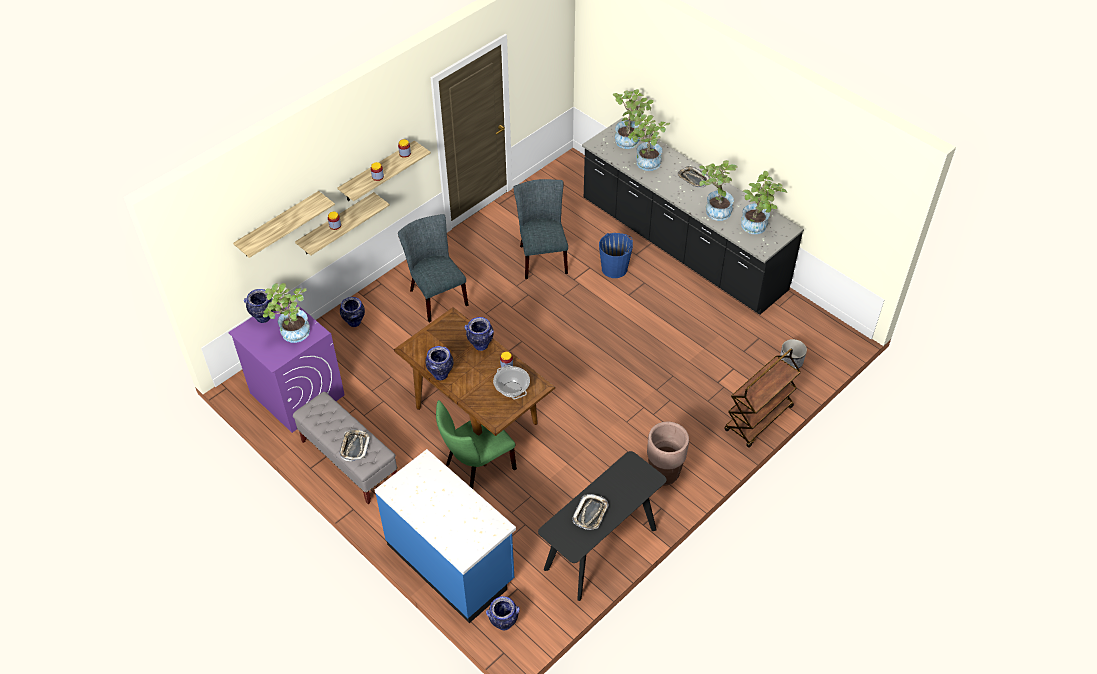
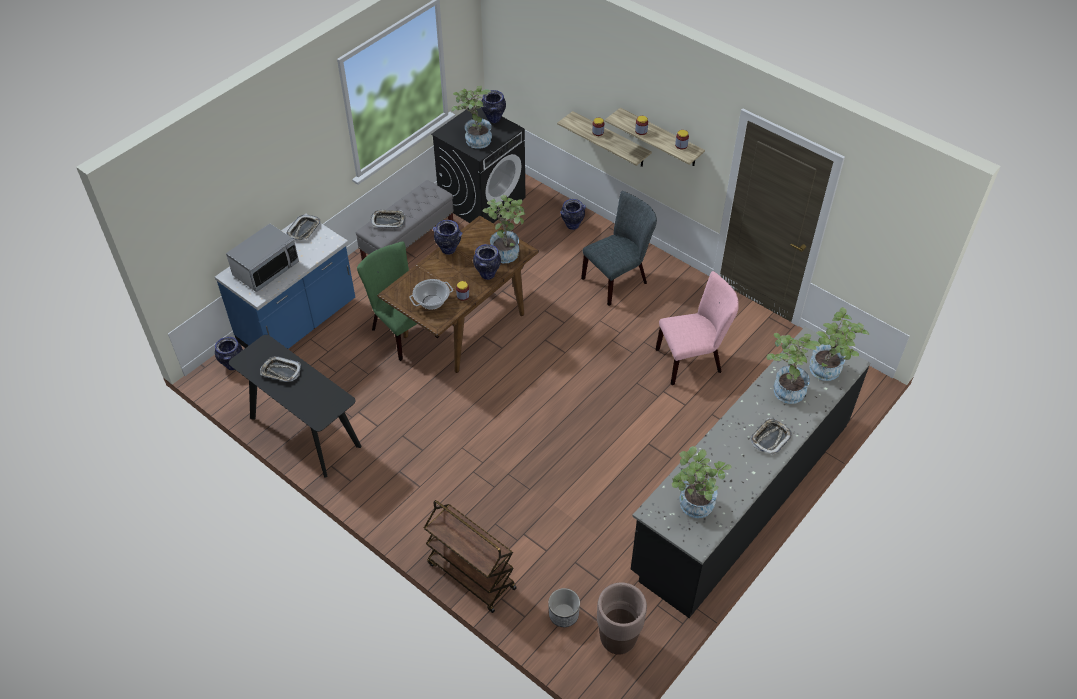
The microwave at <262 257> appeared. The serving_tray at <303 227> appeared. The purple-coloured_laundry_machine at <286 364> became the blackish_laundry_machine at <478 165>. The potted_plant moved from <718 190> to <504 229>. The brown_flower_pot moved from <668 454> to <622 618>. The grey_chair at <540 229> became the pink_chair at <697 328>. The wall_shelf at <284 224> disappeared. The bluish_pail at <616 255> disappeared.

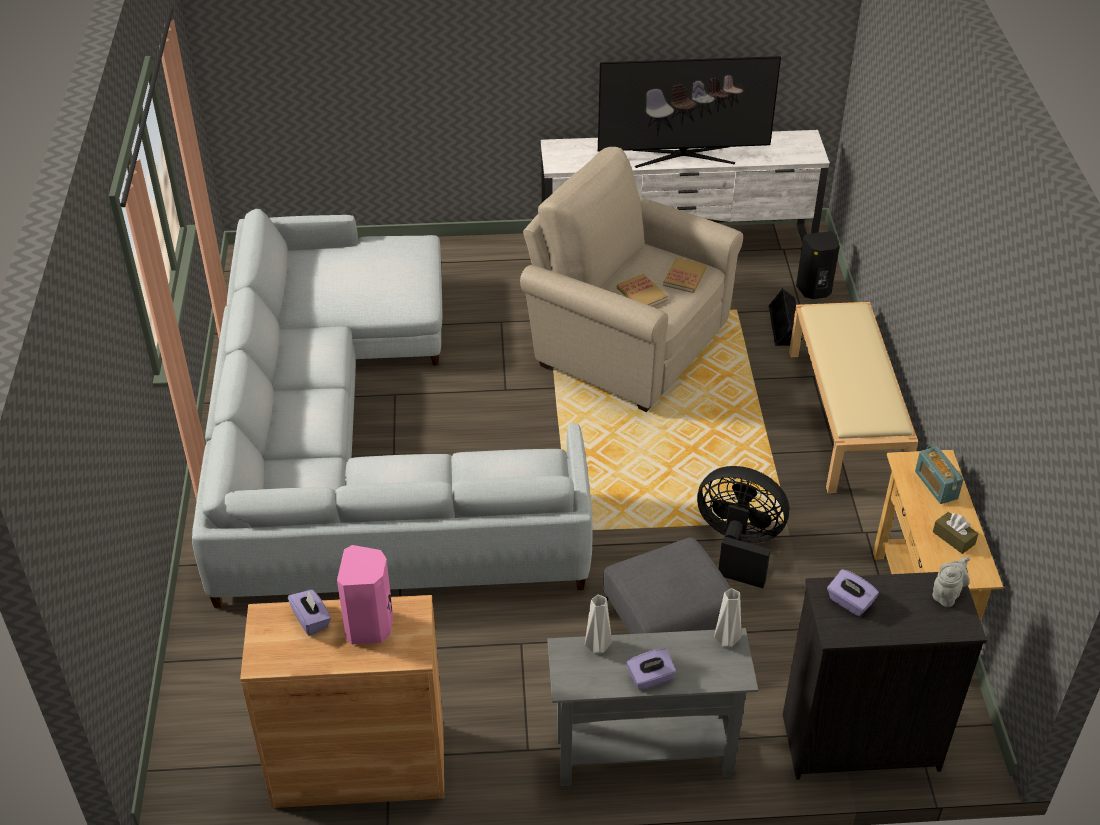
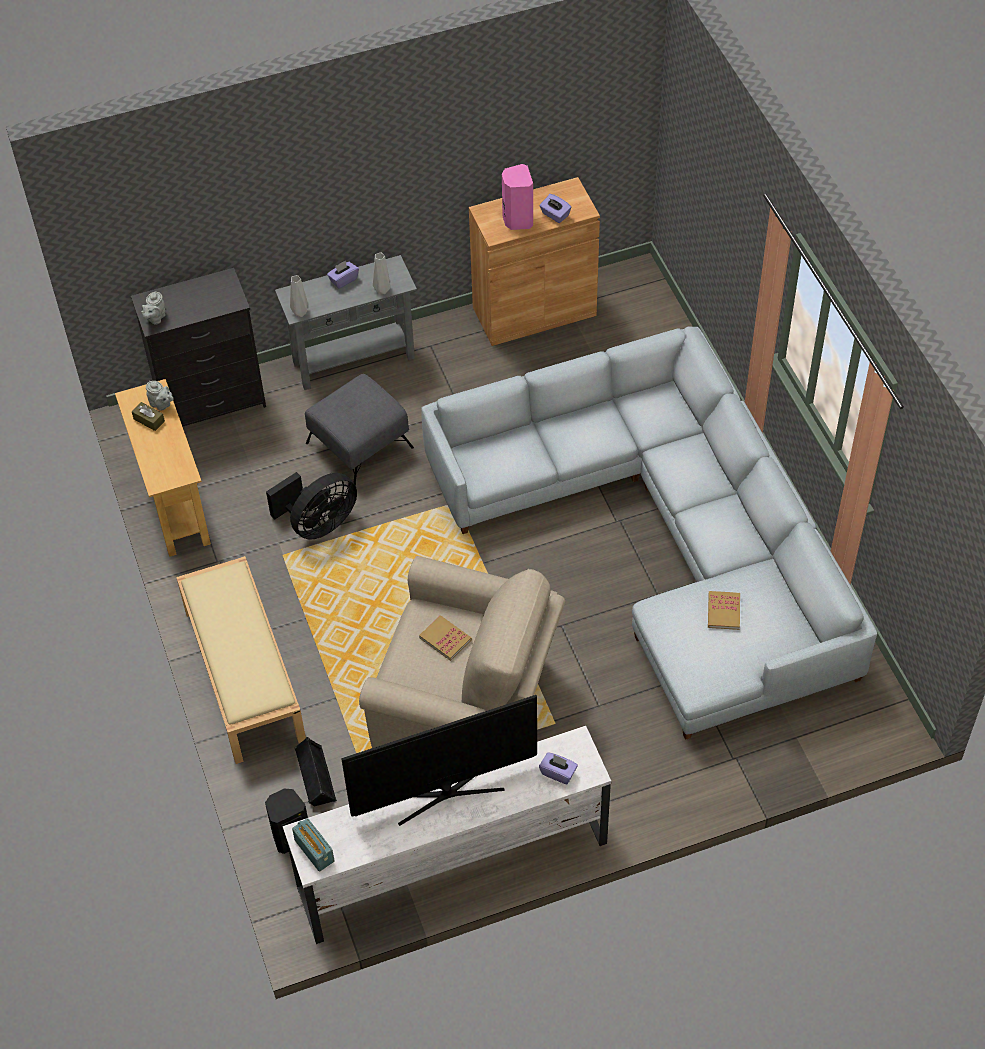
The grey_pot_for_tea at <160 396> appeared. The blackish_cooling_fan at <743 527> turned 45 degrees counterclockwise. The radio_receiver moved from <939 474> to <313 844>. The purple-coloured_box_of_tissues moved from <853 592> to <558 768>. The bound_book moved from <685 275> to <724 610>.

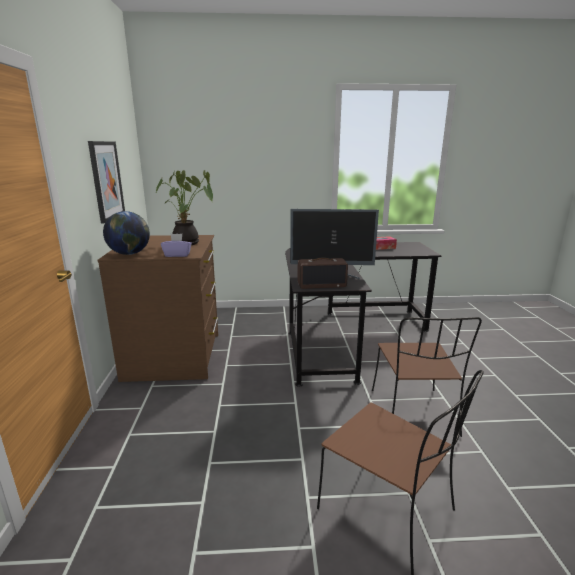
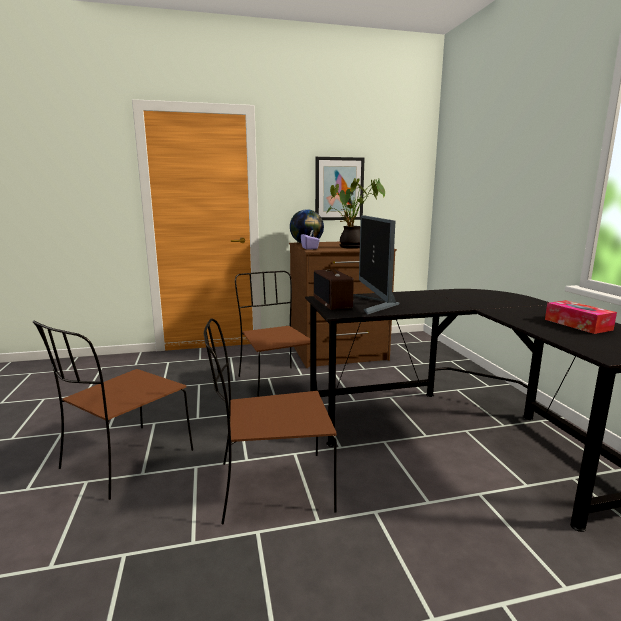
The brown_chair at <276 334> appeared.

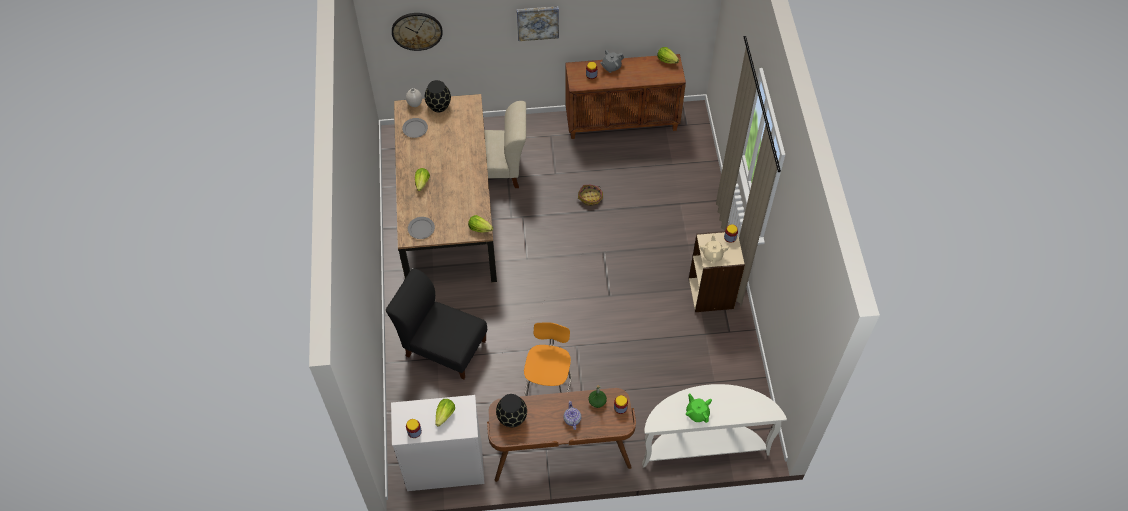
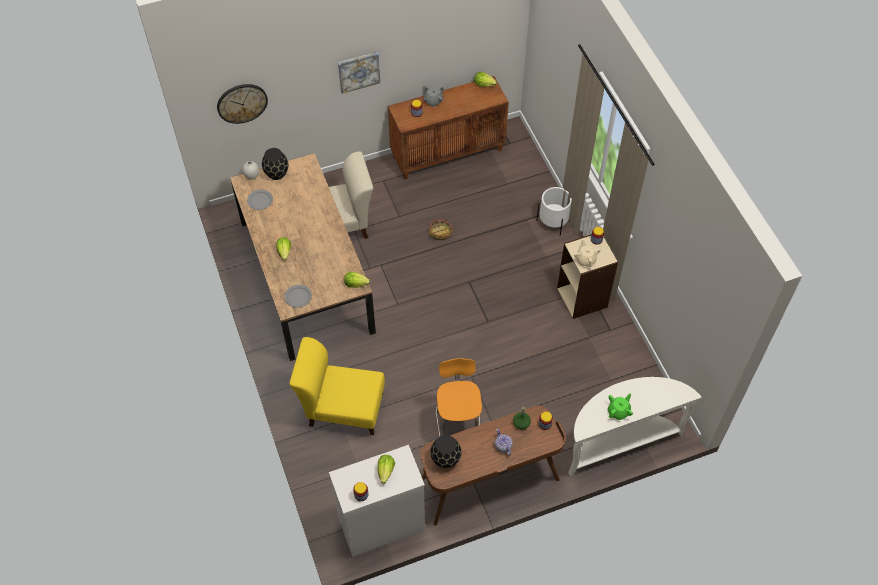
The blackish_chair at <436 324> became the yellowish_chair at <337 386>. The white-coloured_flower_pot at <554 211> appeared. The green-coloured_pot_for_tea at <699 408> turned 90 degrees clockwise.

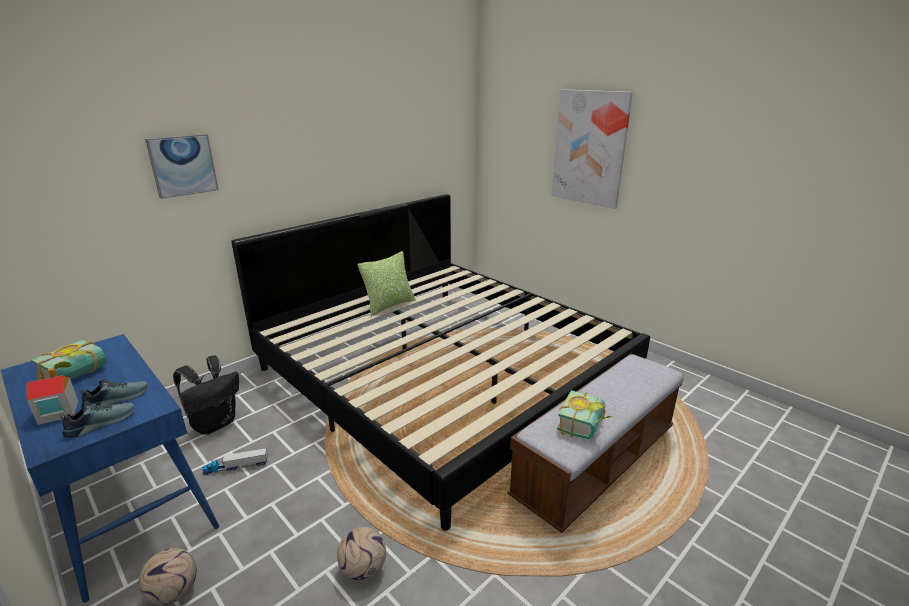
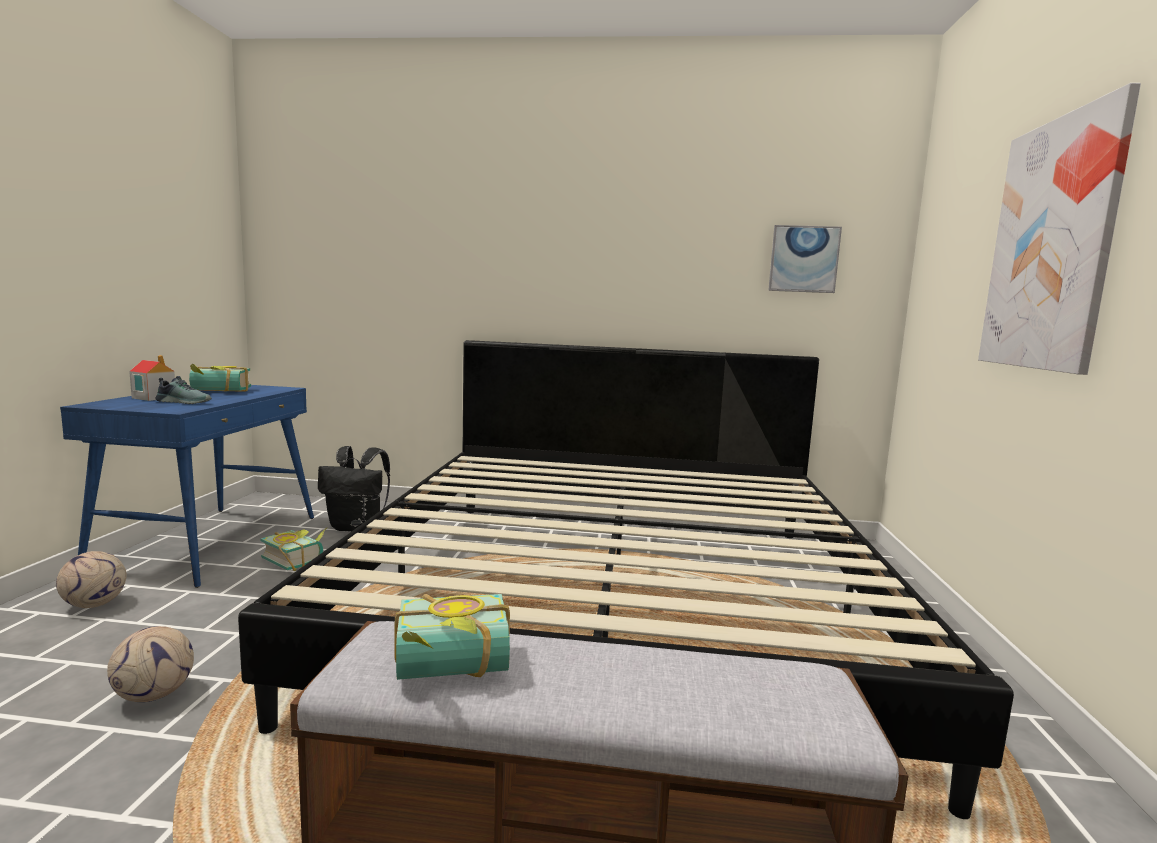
The toy_lorry at <235 462> was replaced by the bound_book at <294 549>. The wall_picture moved from <182 166> to <805 259>. The low_shoe at <97 420> disappeared. The throw_pillow at <386 283> disappeared.

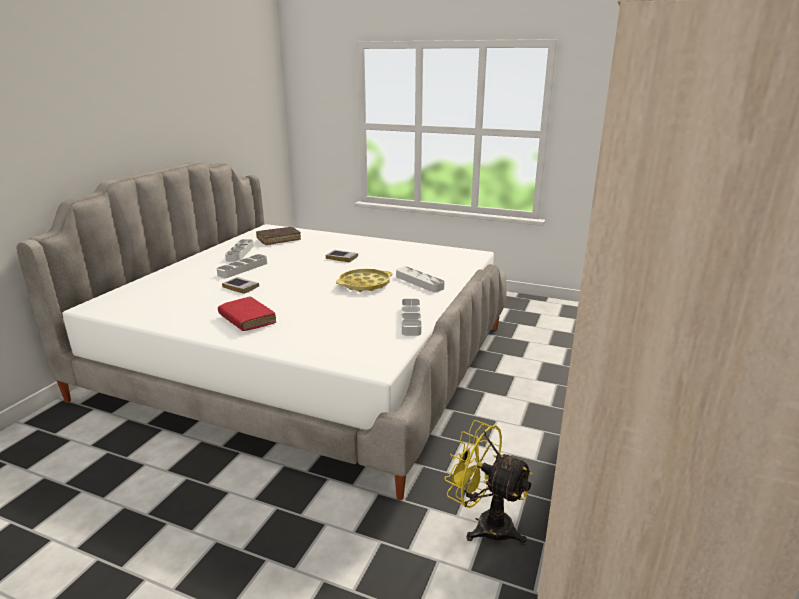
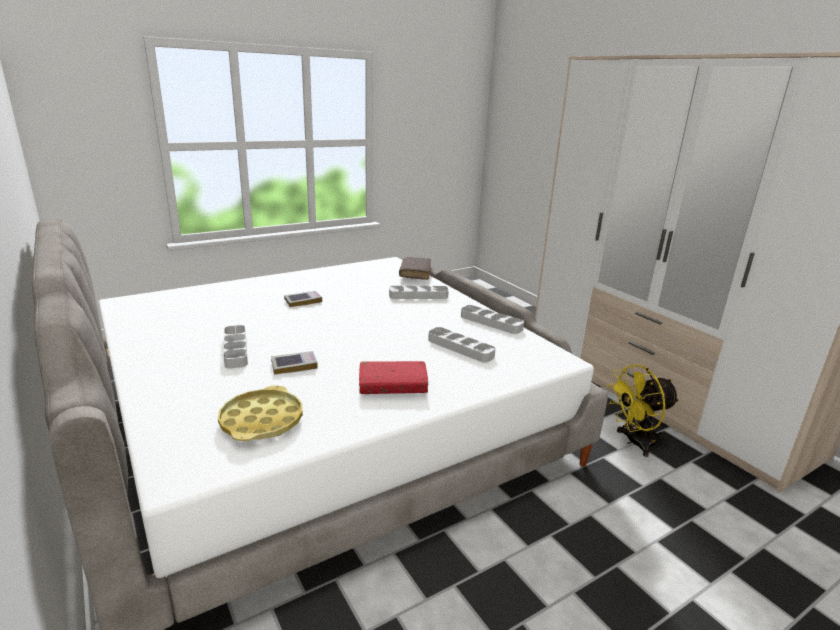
The yellowish_serving_tray moved from <364 280> to <260 413>. The brown_bound_book moved from <278 236> to <415 268>. The grey_serving_tray moved from <239 250> to <462 345>.

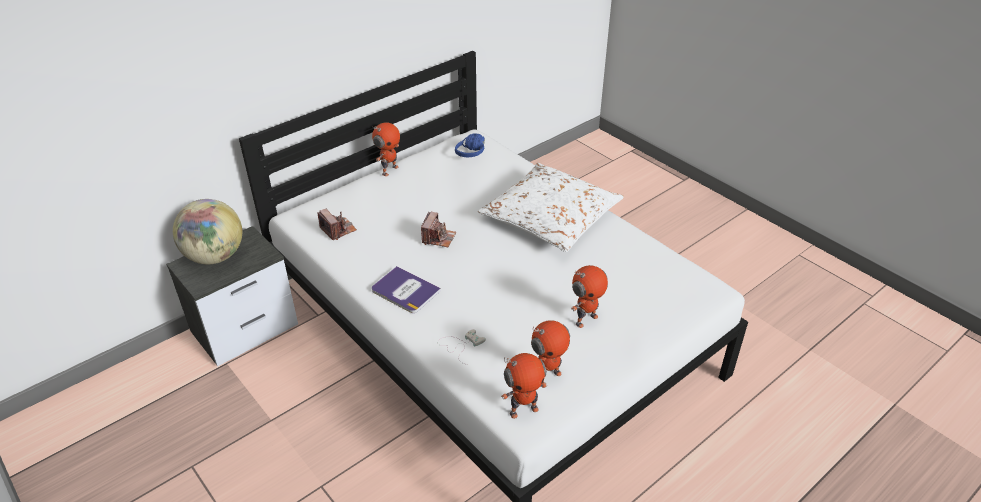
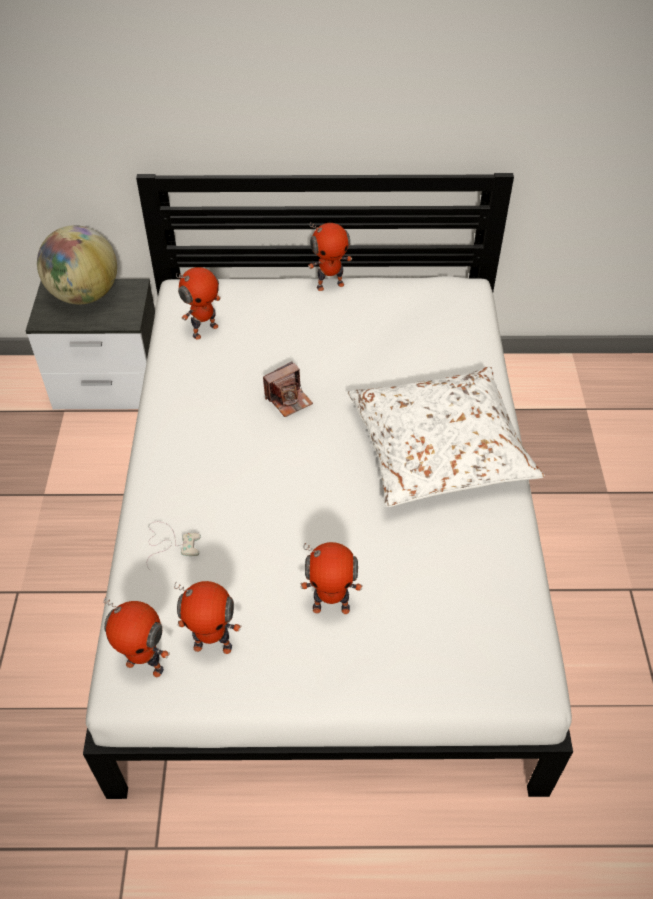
The photo_camera at <337 224> was replaced by the toy_robot at <198 303>. The bound_book at <406 289> disappeared. The bluish_headphones at <470 145> disappeared.

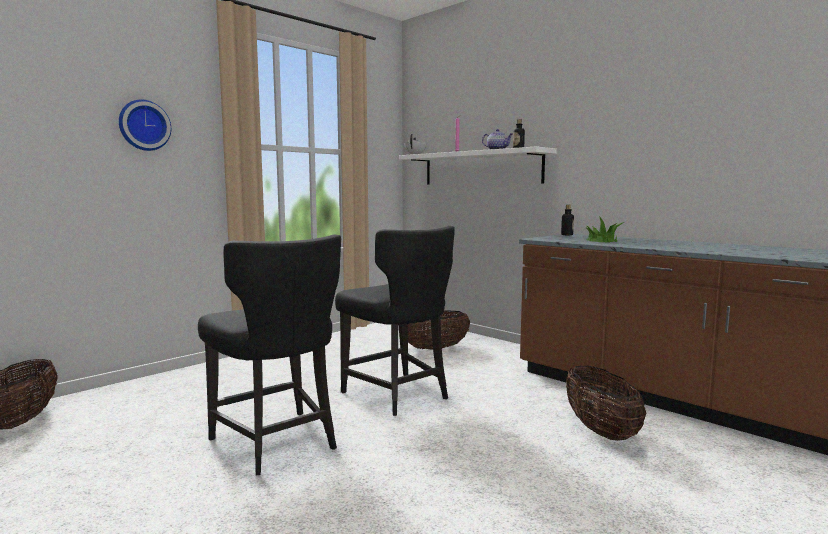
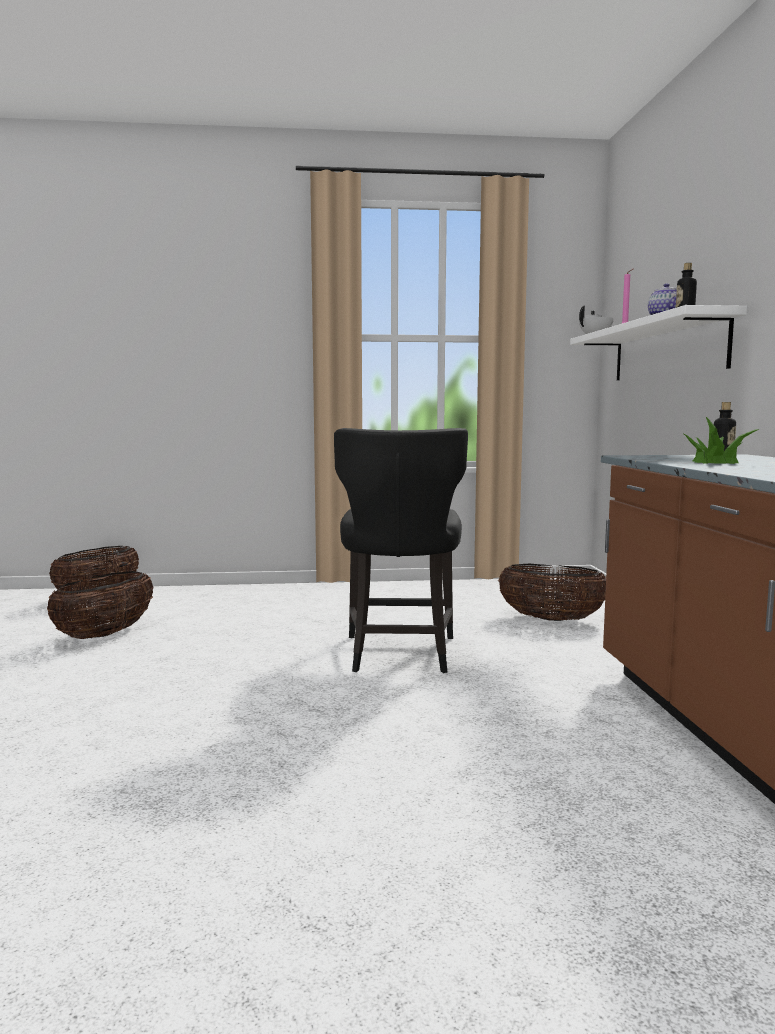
The household_basket moved from <606 403> to <100 605>. The wall_clock at <145 125> disappeared. The blackish_chair at <269 354> disappeared.

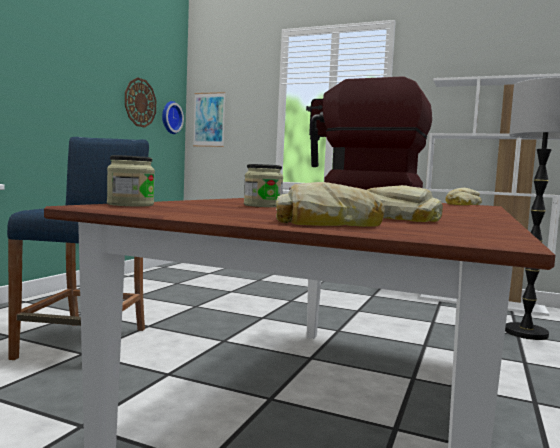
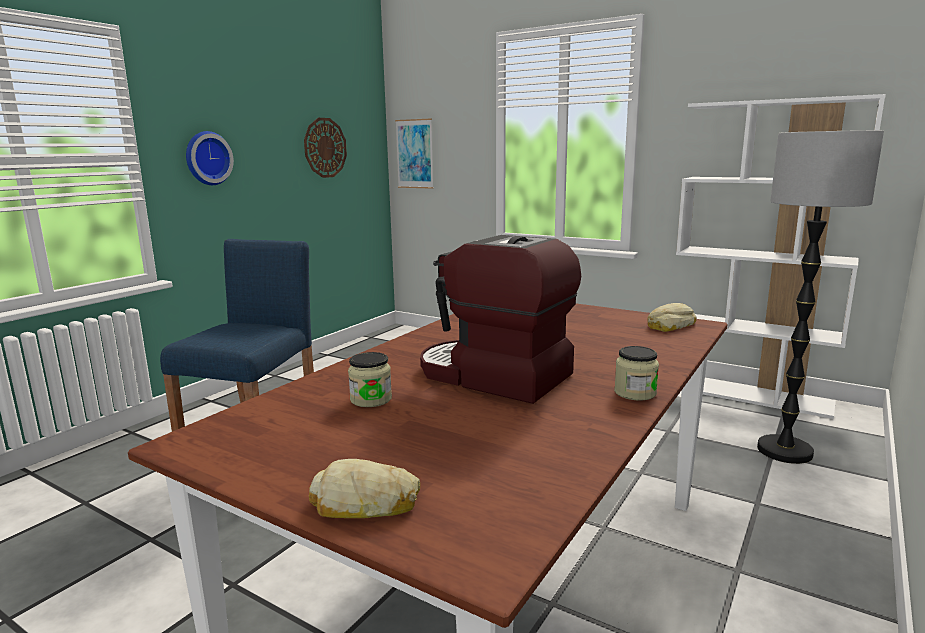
The wall_clock moved from <173 117> to <210 158>. The storage_jar moved from <131 180> to <636 373>. The baked_bread at <405 203> disappeared.

